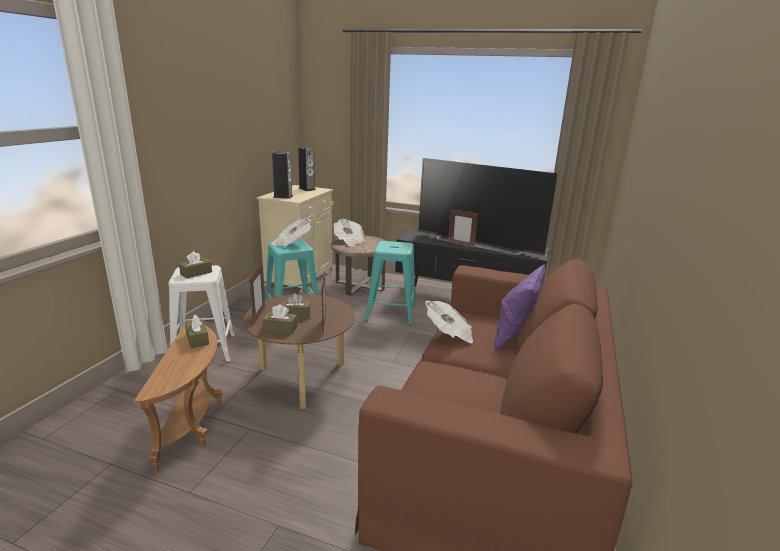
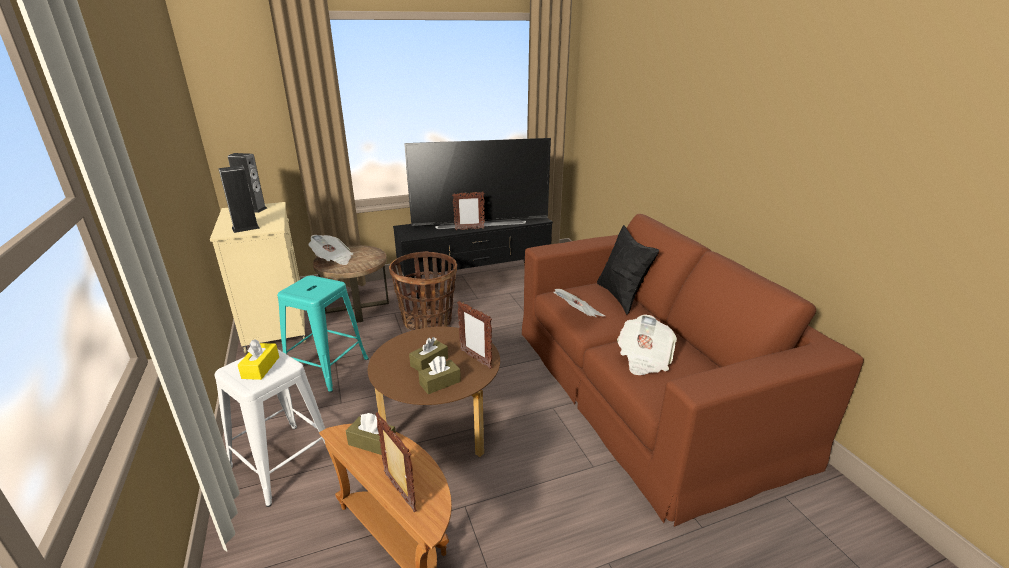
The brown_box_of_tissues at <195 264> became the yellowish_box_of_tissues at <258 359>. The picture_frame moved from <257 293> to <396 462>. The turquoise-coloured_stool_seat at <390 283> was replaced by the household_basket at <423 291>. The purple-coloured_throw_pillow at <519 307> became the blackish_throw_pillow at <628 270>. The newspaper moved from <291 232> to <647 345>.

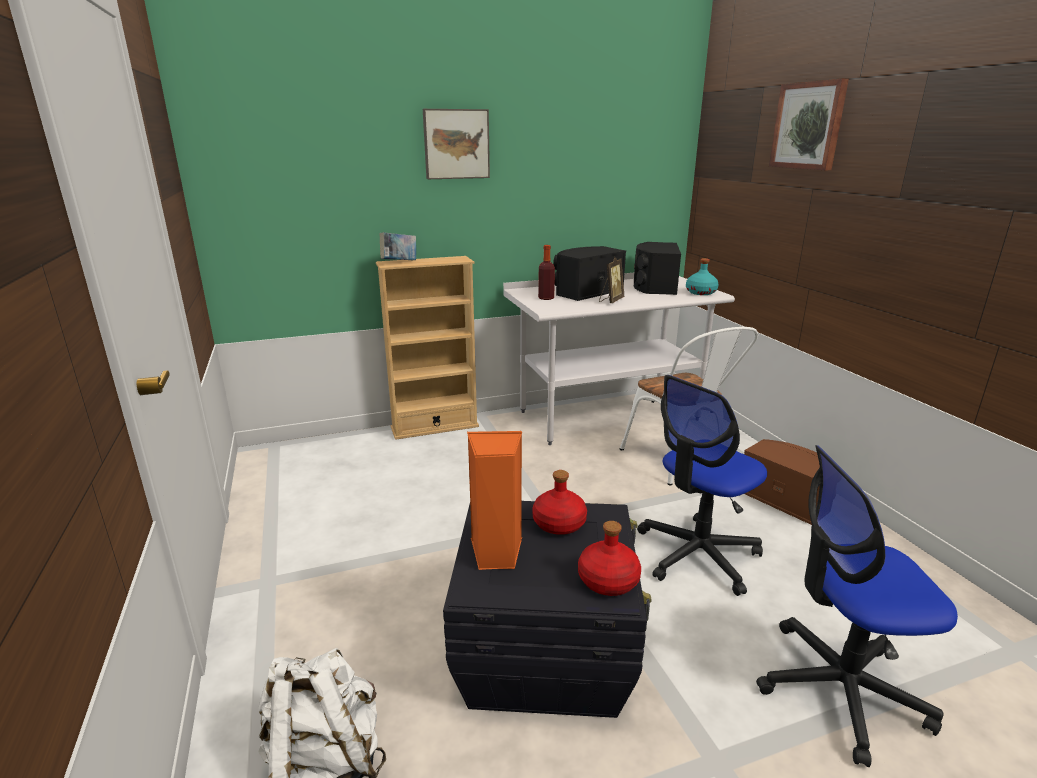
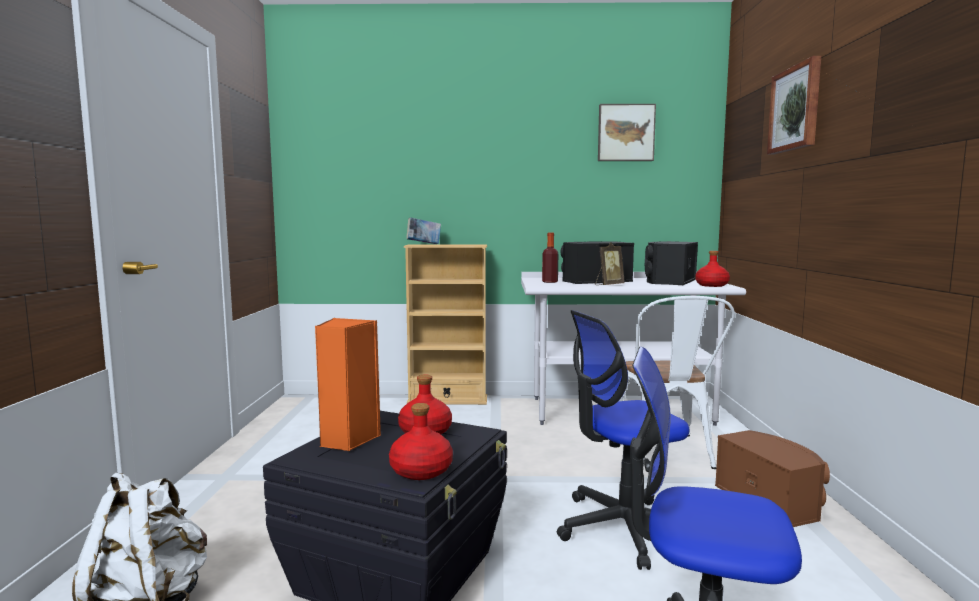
The wall_picture moved from <456 144> to <627 132>. The turquoise-coloured_bottle at <702 276> became the red-coloured_bottle at <712 269>.

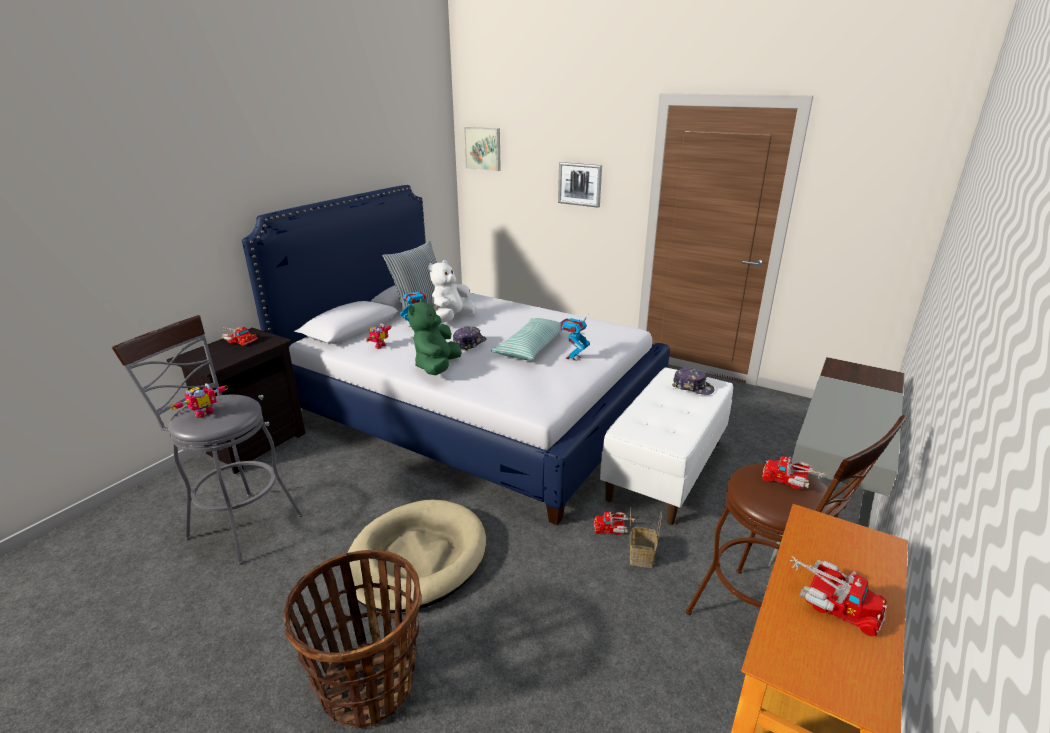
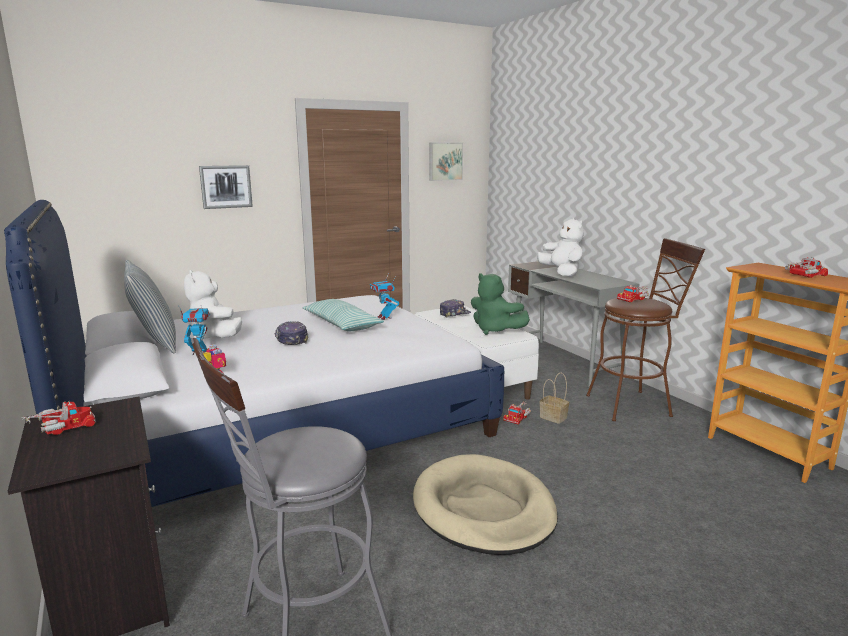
The wall_picture moved from <482 149> to <446 161>. The green-coloured_soft_toy moved from <435 336> to <500 304>. The white-coloured_soft_toy at <560 247> appeared. The toy_robot at <200 400> disappeared. The household_basket at <352 639> disappeared.

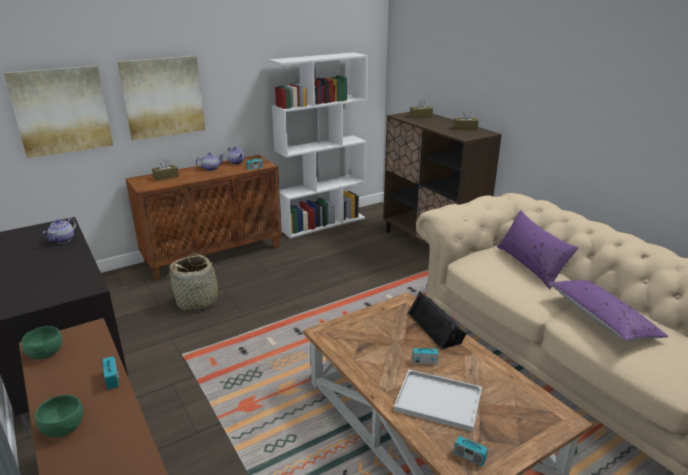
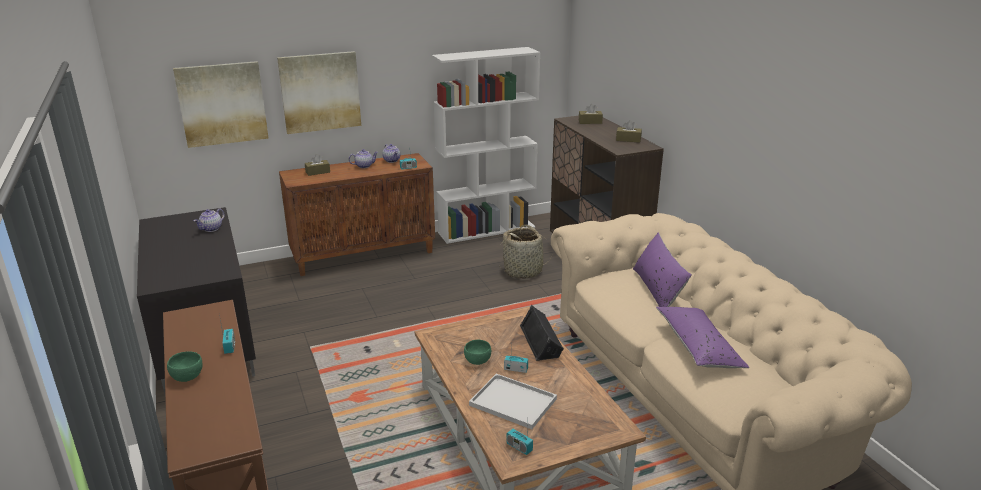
The green-coloured_deep_dish moved from <41 342> to <477 352>. The household_basket moved from <198 282> to <526 251>.

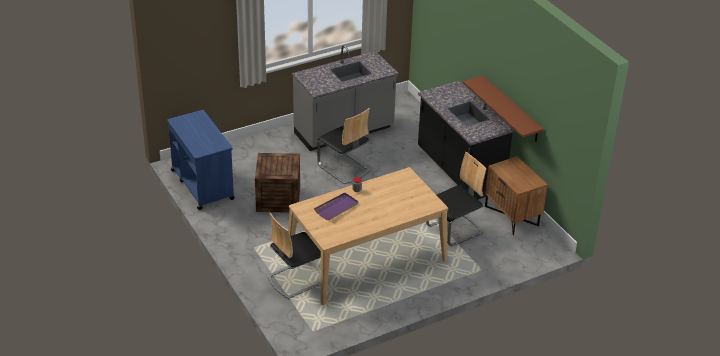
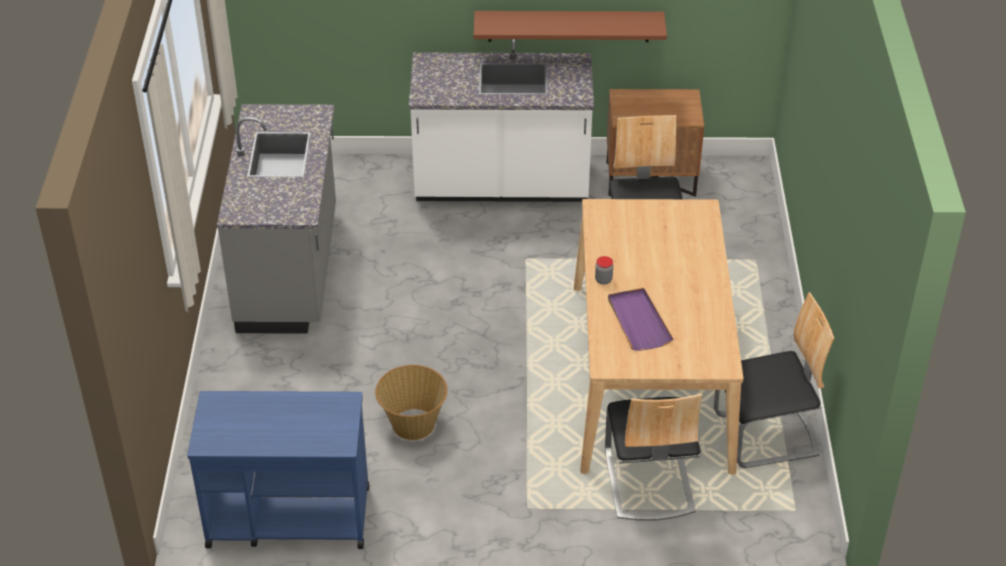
The crate at <277 183> was replaced by the household_basket at <411 402>. The blackish_counter at <465 140> became the white-coloured_counter at <501 120>. The chair moved from <344 146> to <774 380>.

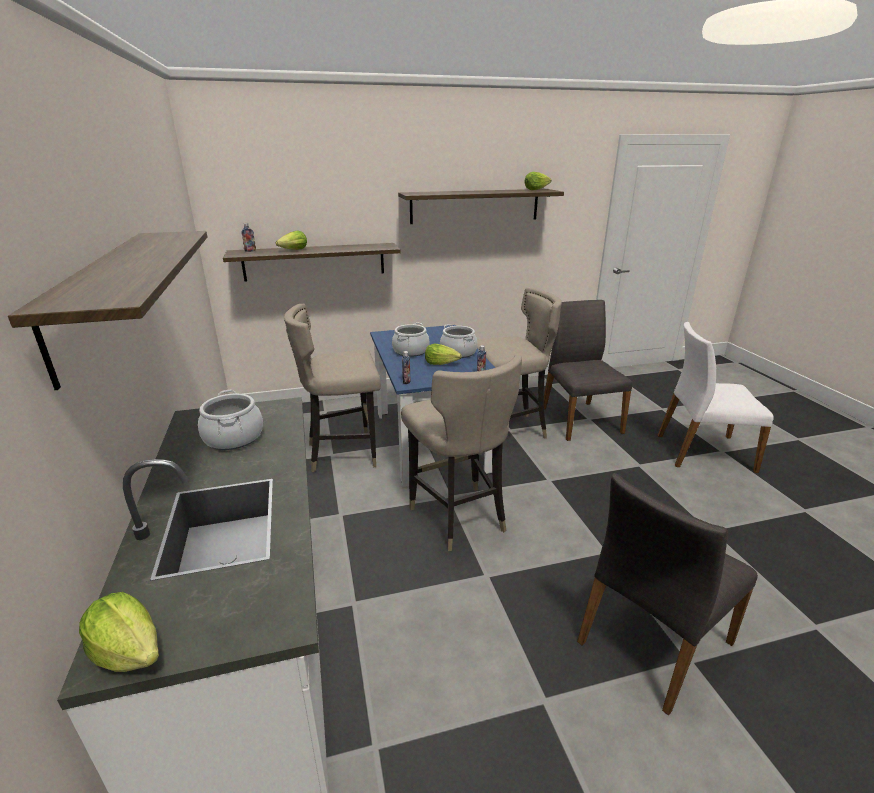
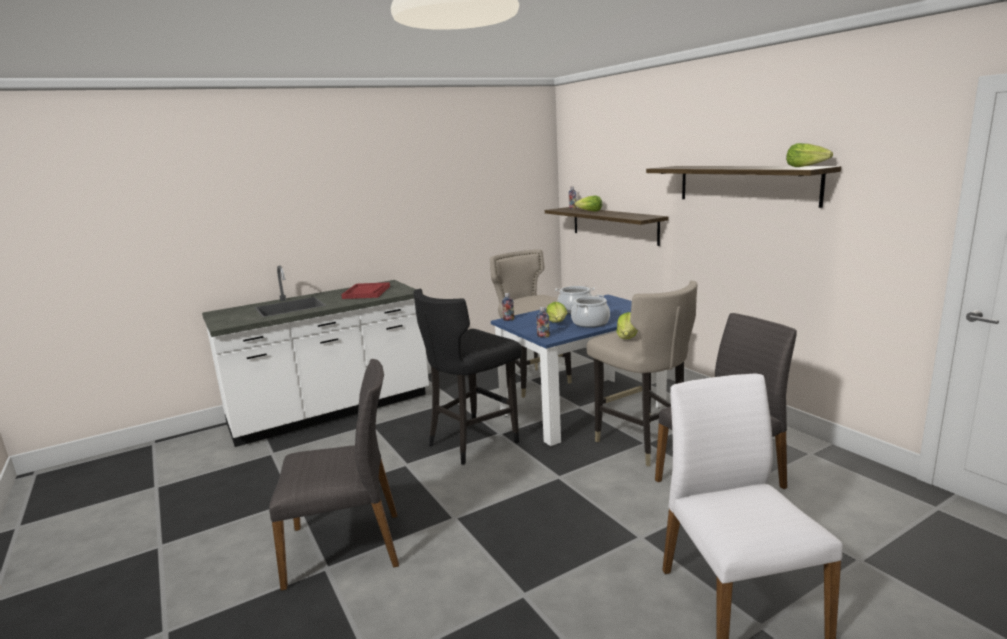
The grey_chair at <667 594> turned 135 degrees clockwise. The saucepot at <230 420> was replaced by the red-coloured_serving_tray at <365 290>. The beige_stool_seat at <461 453> became the blackish_stool_seat at <468 377>. The lettuce_head moved from <119 632> to <627 325>. The wall_shelf at <107 310> disappeared.

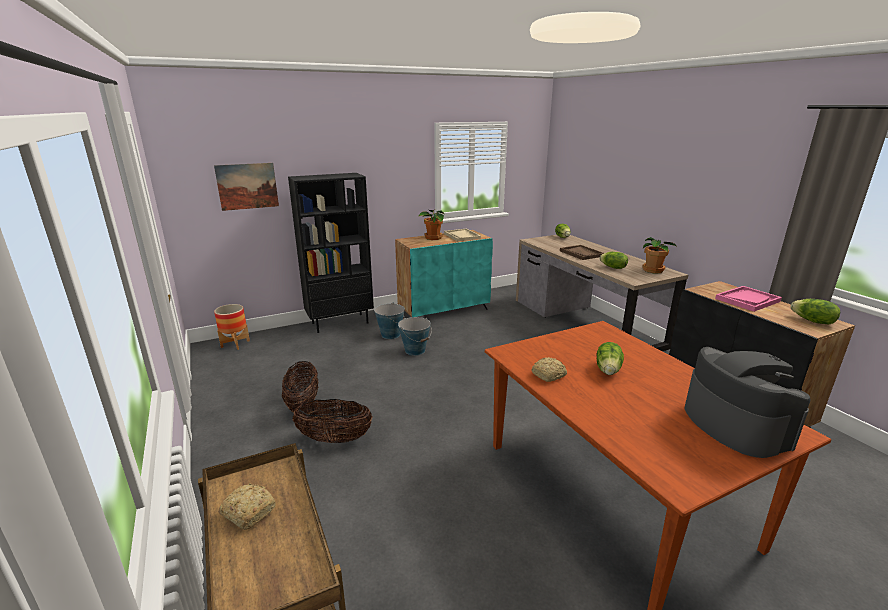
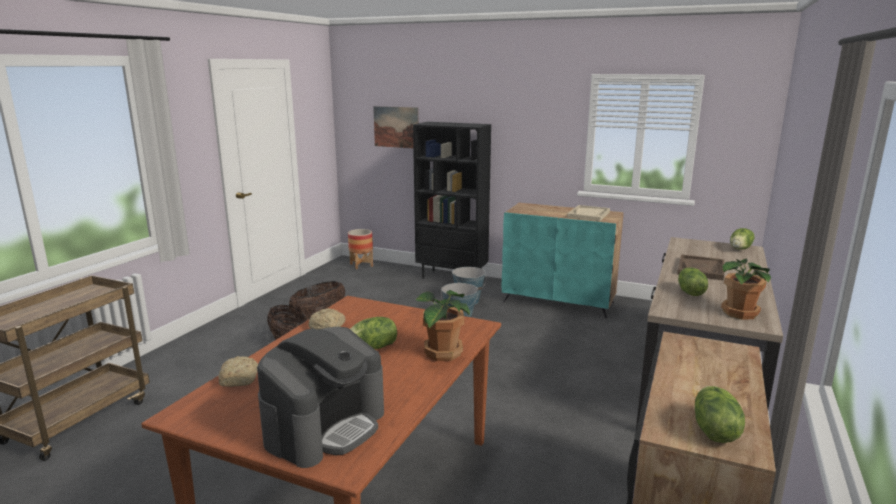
The baked_bread moved from <247 506> to <238 371>. The potted_plant moved from <431 224> to <442 325>. The pink_serving_tray at <748 299> disappeared.

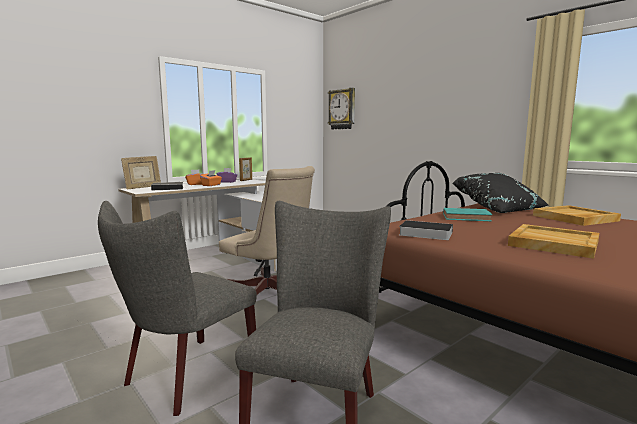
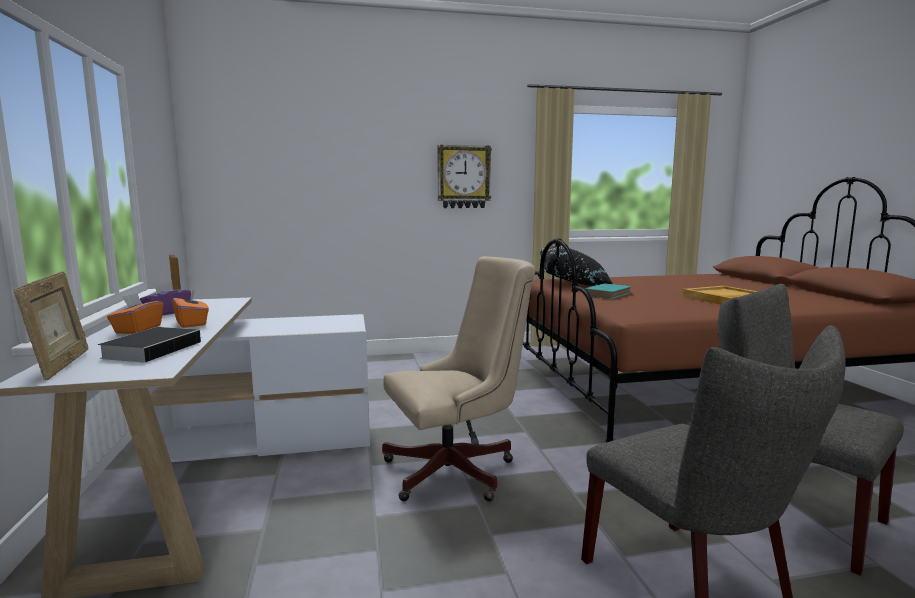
The wall_clock moved from <341 108> to <464 176>. The bound_book at <426 230> disappeared. The beige_serving_tray at <577 215> disappeared.

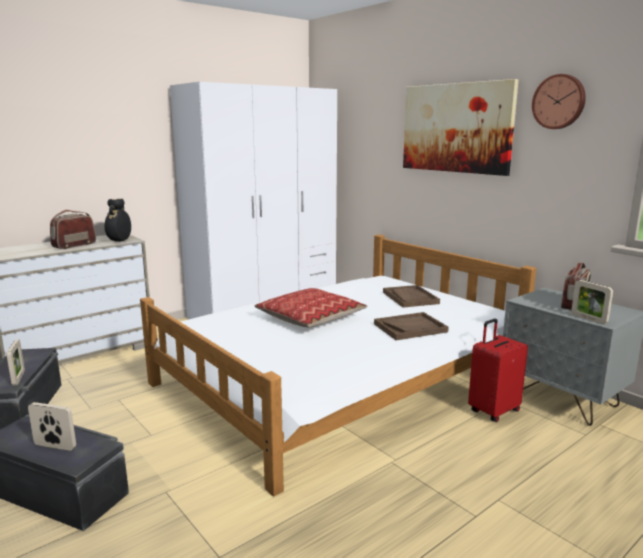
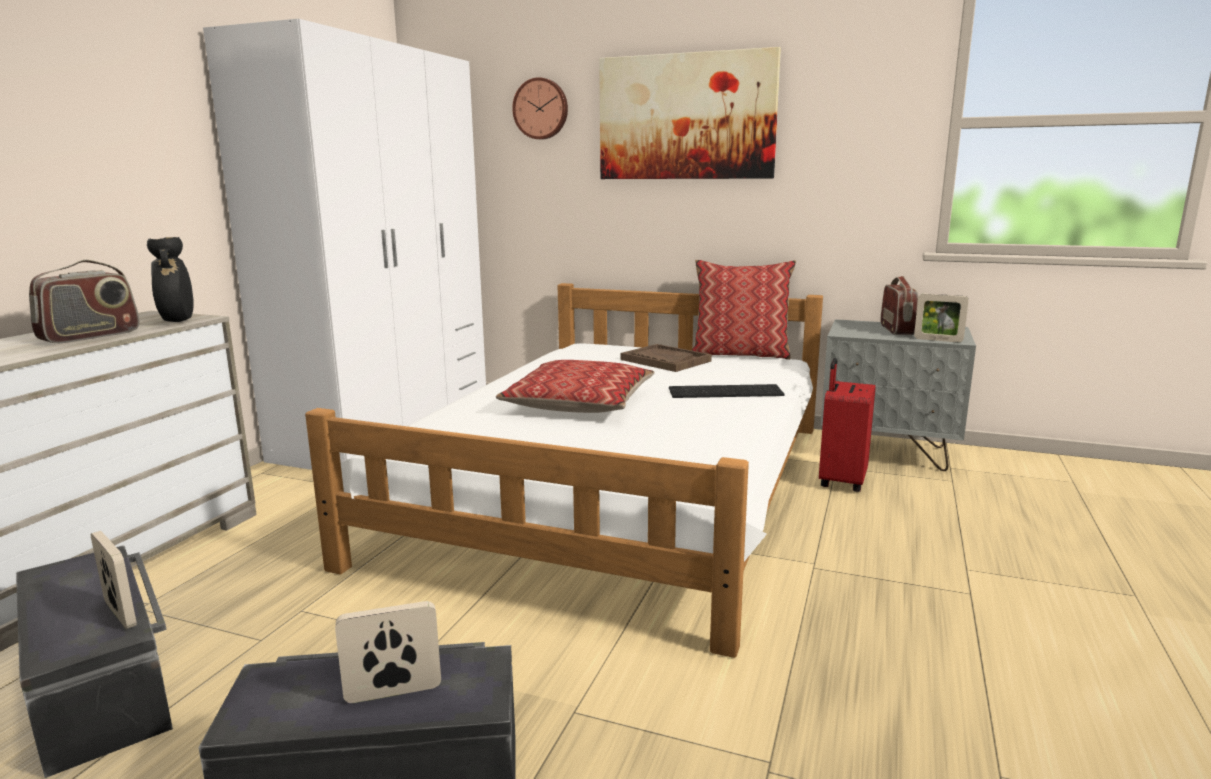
The radio_receiver at <73 229> turned 150 degrees counterclockwise. The wall_clock moved from <559 101> to <540 108>. The brown_serving_tray at <411 326> was replaced by the computer_keyboard at <727 391>. The throw_pillow at <744 310> appeared.

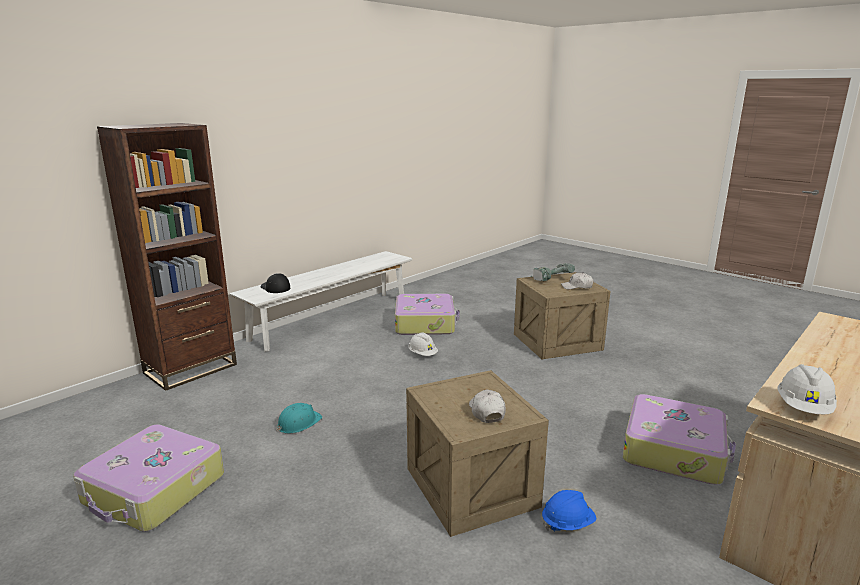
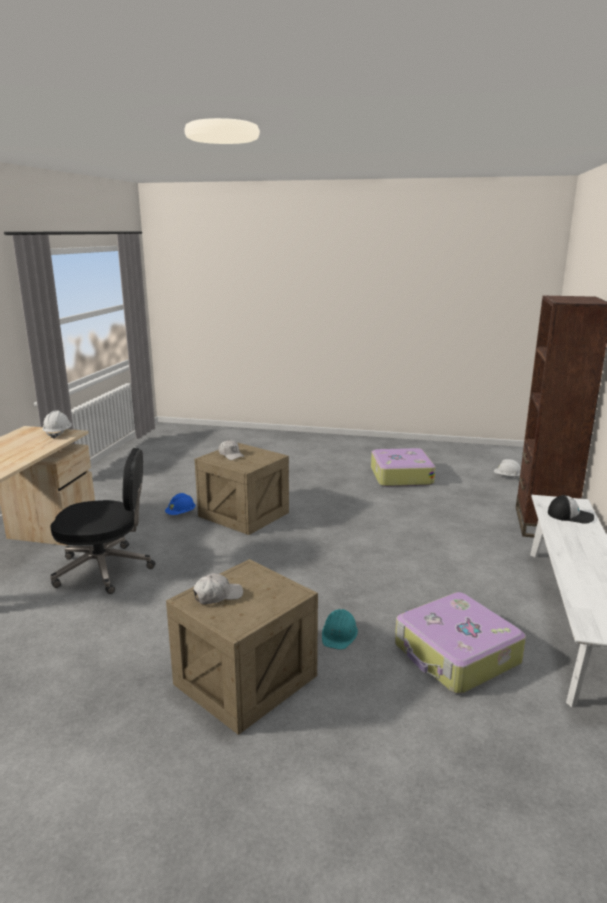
The suitcase at <679 439> was replaced by the blackish_desk_chair at <102 521>. The turquoise-coloured_safety_helmet moved from <299 418> to <340 629>. The white-coloured_safety_helmet moved from <423 344> to <507 468>. The electric_drill at <552 272> disappeared.

